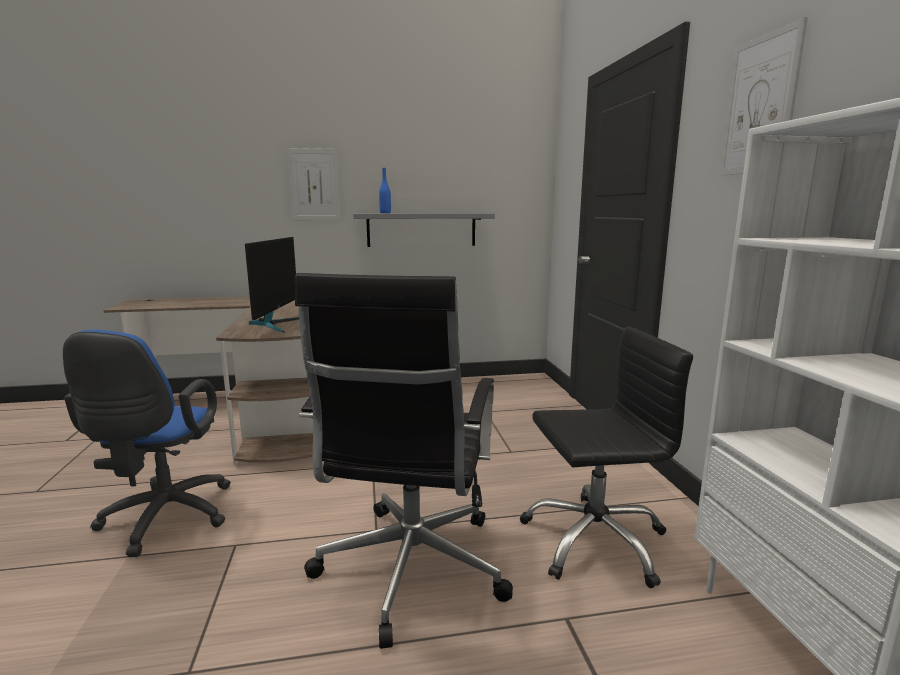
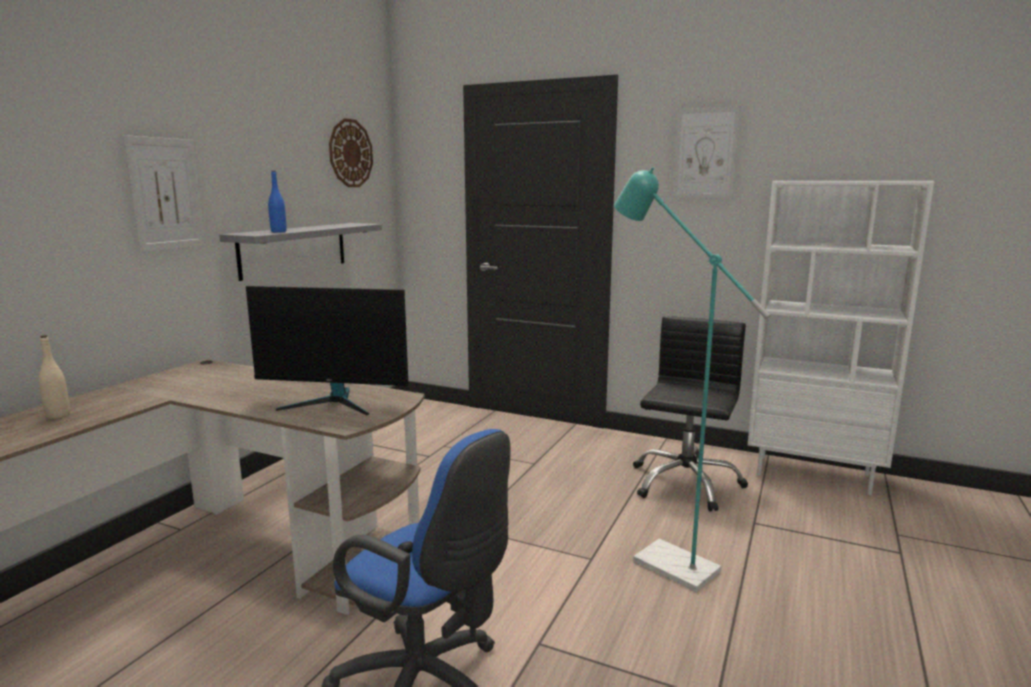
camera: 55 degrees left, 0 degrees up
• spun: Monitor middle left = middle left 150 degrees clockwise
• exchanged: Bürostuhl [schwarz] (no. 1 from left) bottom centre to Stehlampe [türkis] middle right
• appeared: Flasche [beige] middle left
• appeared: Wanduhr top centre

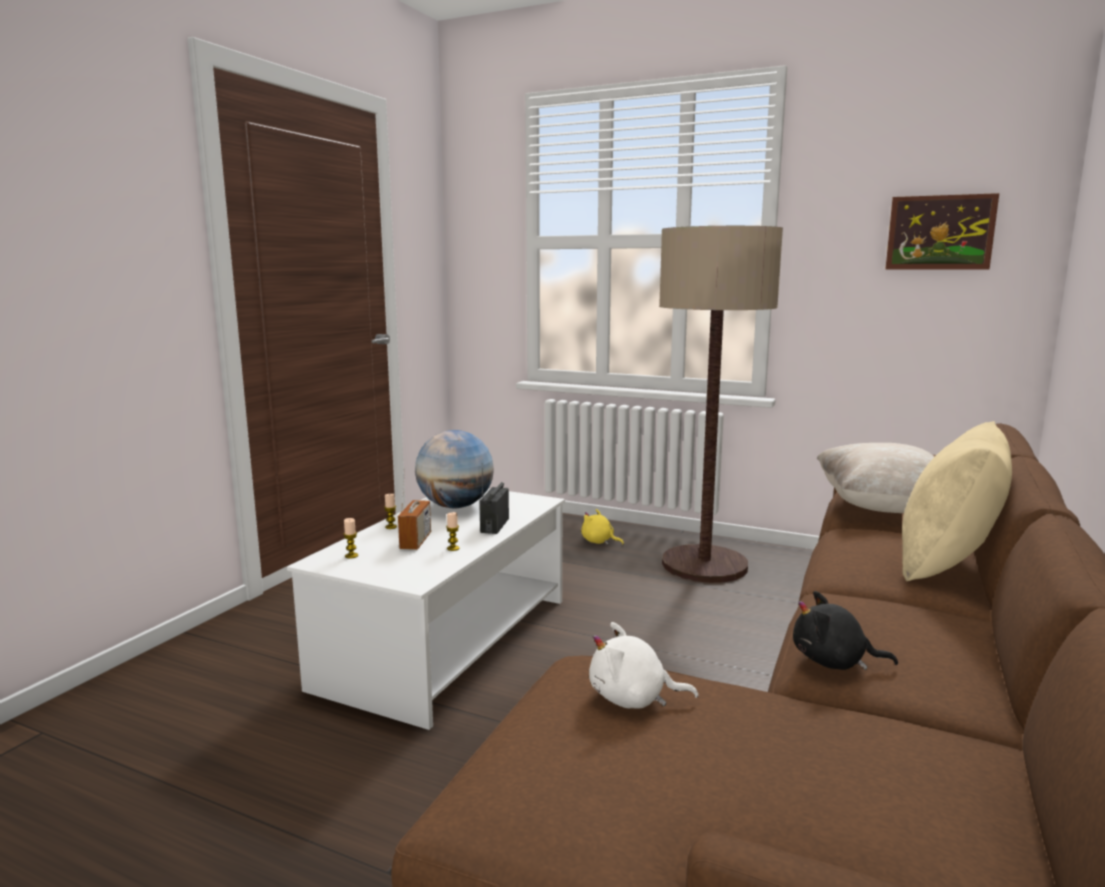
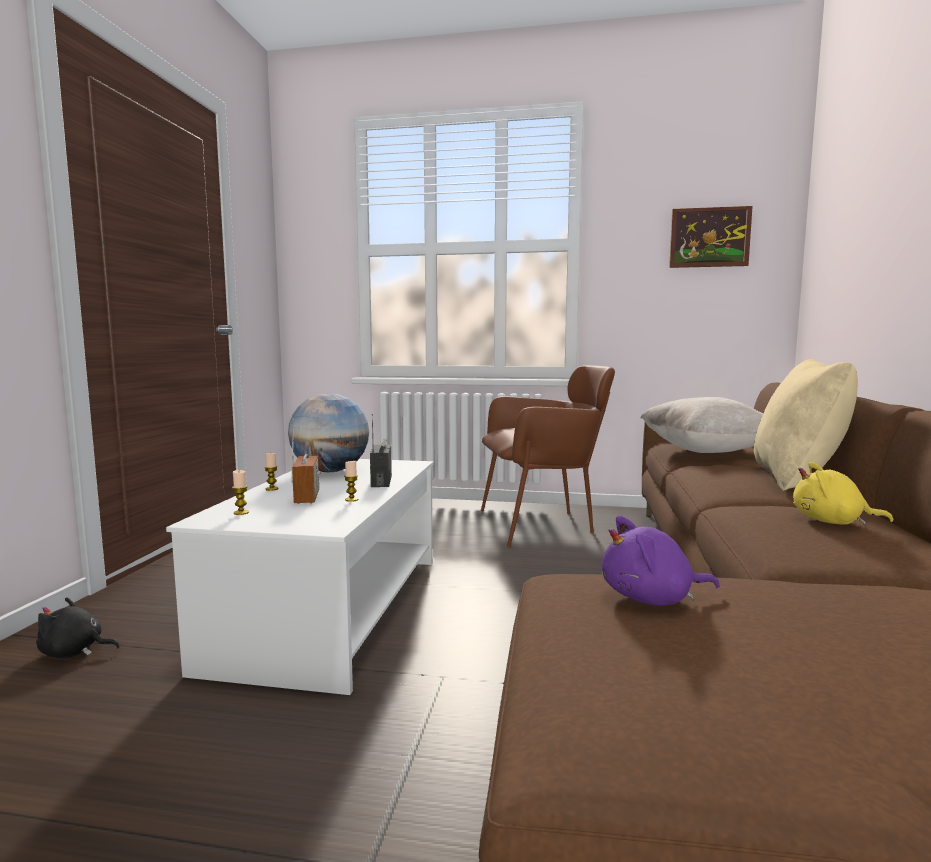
camera: 15 degrees left, 5 degrees down
• relocated: Plüschtier [gelb] centre to middle right
• colour: Plüschtier [weiß] bottom centre to Plüschtier [lila] middle right
• exchanged: Stehlampe centre to Sessel [braun] centre
• relocated: Plüschtier [schwarz] bottom right to bottom left

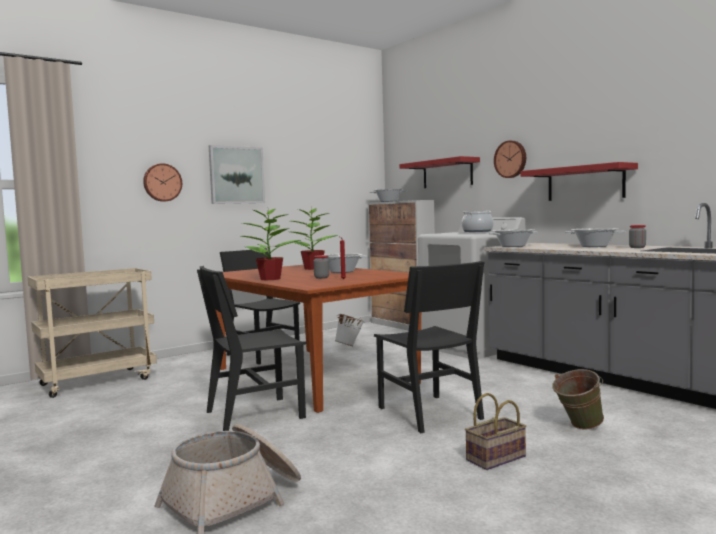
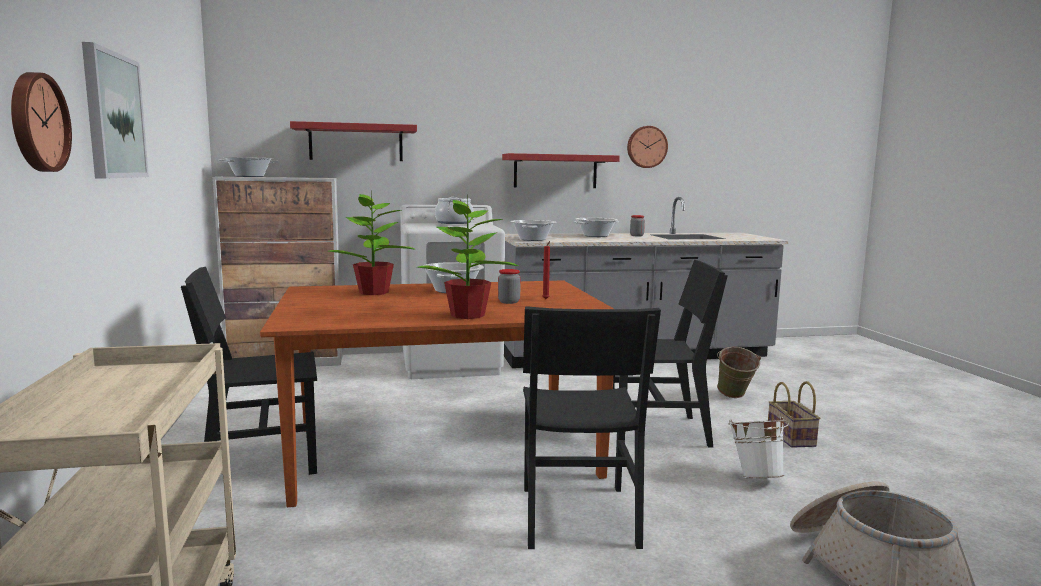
camera: 65 degrees left, 5 degrees up
• relocated: Eimer [weiß] centre to bottom right
• relocated: Wanduhr (no. 2 from left) top right to top centre

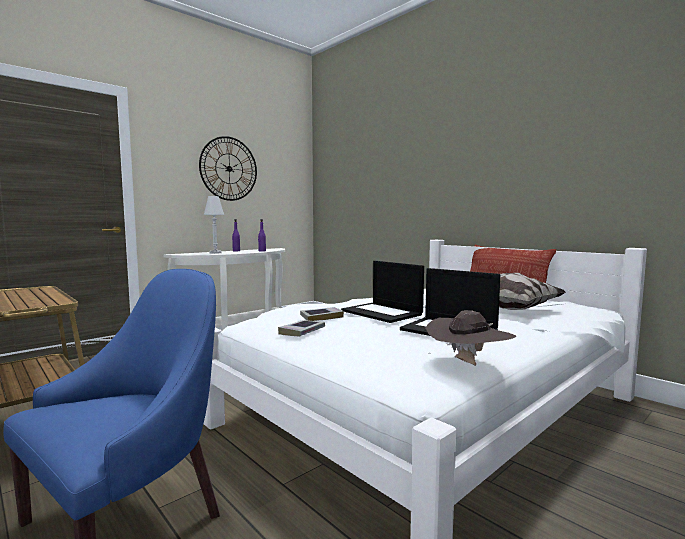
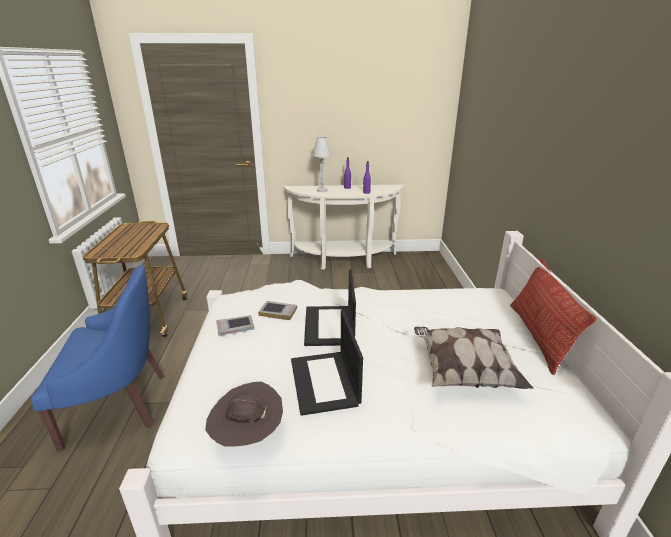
camera: 40 degrees right, 20 degrees up
• missing: Wanduhr top left

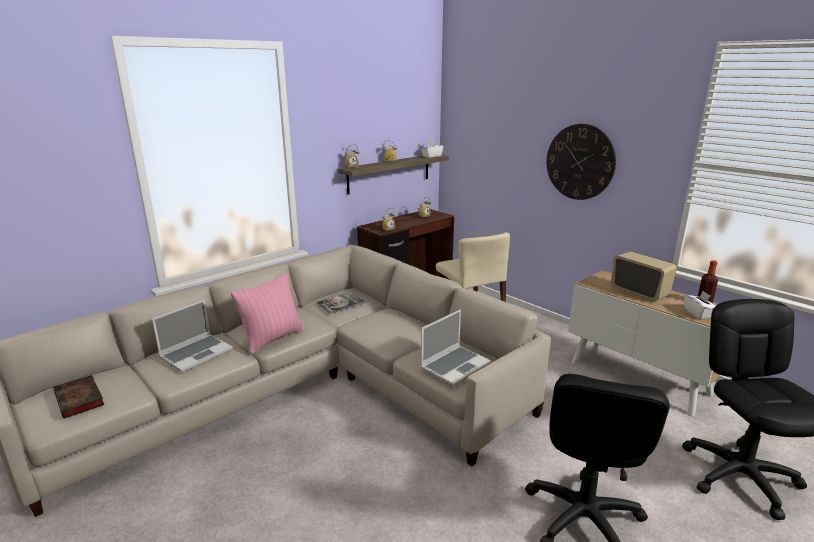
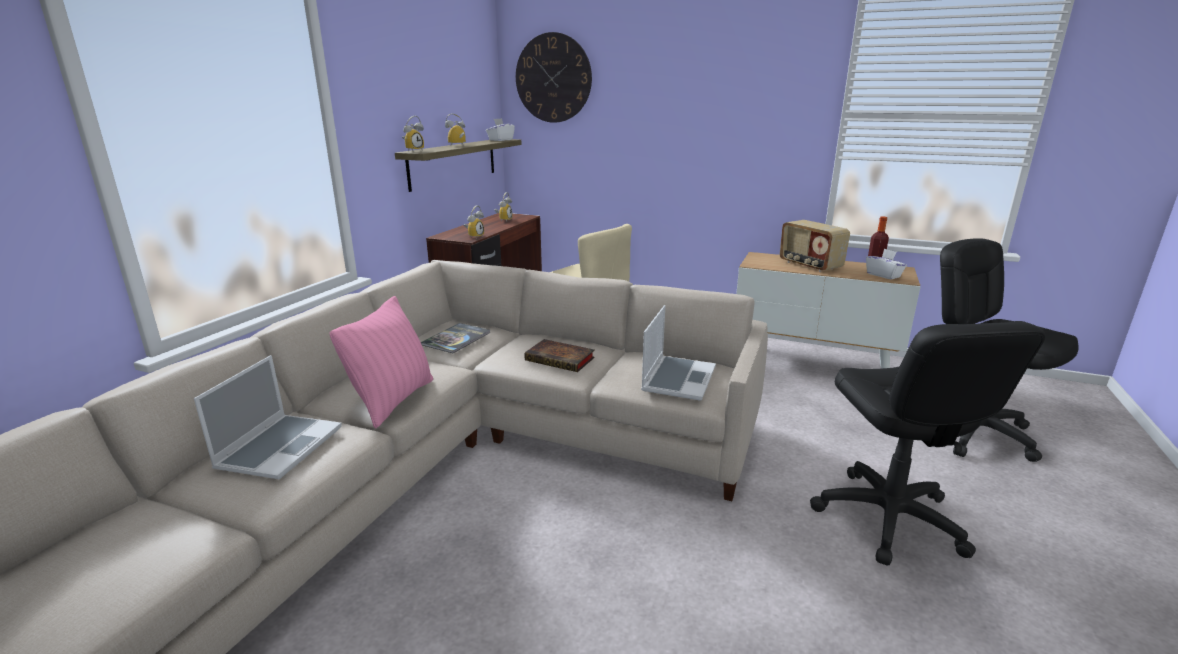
camera: 25 degrees left, 0 degrees up
• relocated: Buch (no. 1 from left in the first image) bottom left to Buch (no. 2 from left) centre
• relocated: Wanduhr top right to top centre
• spun: Radio middle right = middle right 150 degrees counterclockwise

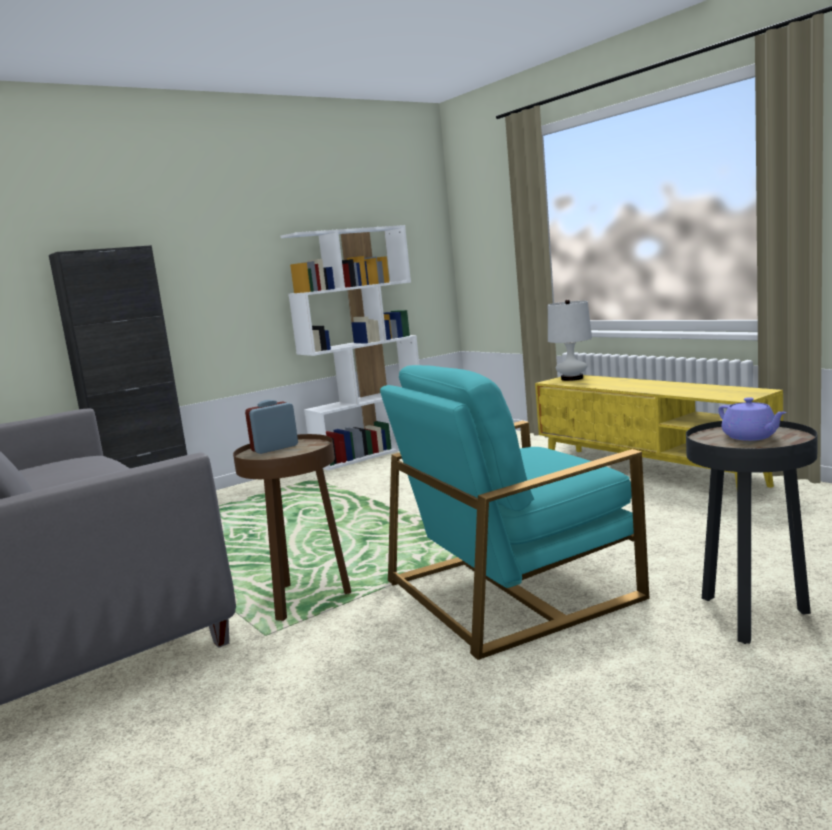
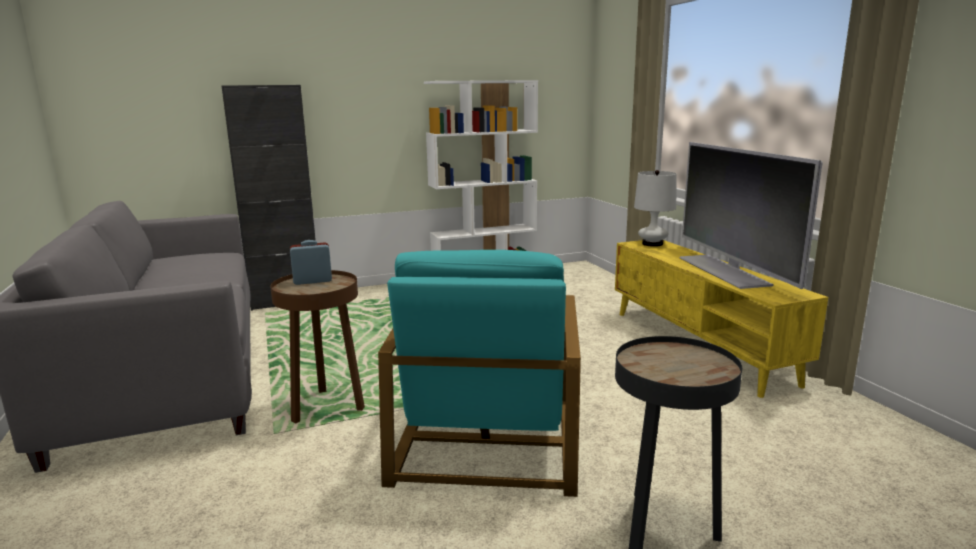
camera: 15 degrees right, 5 degrees up
• spun: Sessel [türkis] centre = bottom centre 75 degrees counterclockwise
• missing: Teekanne [lila] middle right
• appeared: Fernseher middle right

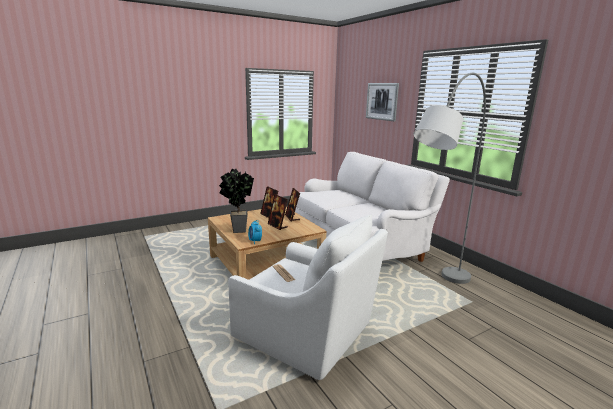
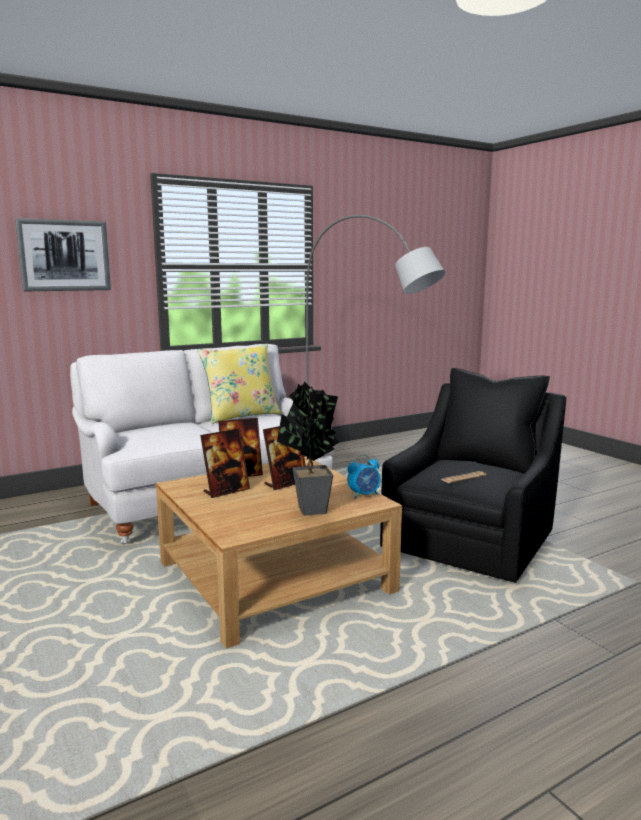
camera: 90 degrees left, 5 degrees down
• colour: Sessel [weiß] bottom centre to Sessel [schwarz] middle right
• appeared: Kissen [gelb] centre

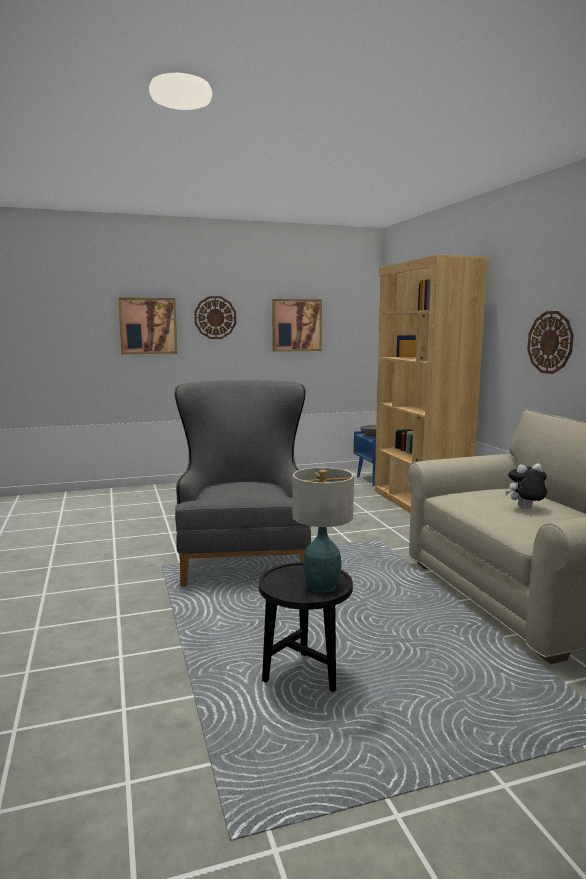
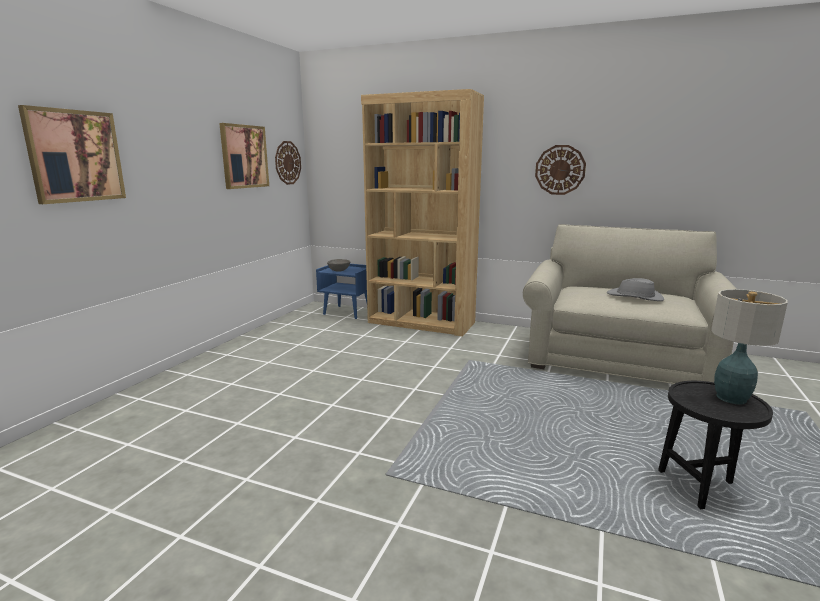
camera: 50 degrees left, 5 degrees up
• missing: Sessel [grau] centre
• relocated: Wanduhr (no. 1 from left) centre to top centre
• exchanged: Plüschtier middle right to Hut [grau] middle right

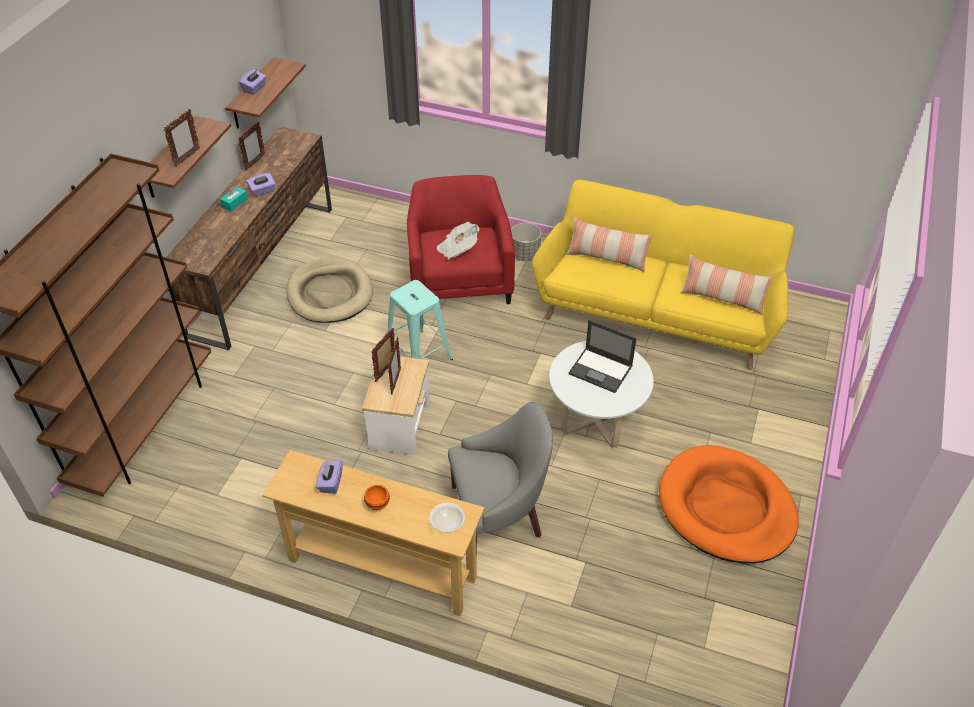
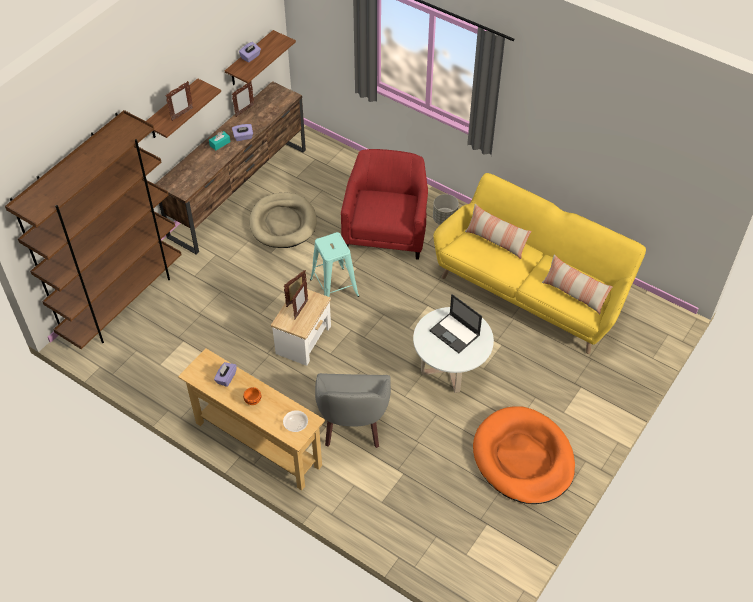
camera: 15 degrees right, 5 degrees up
• missing: Zeitung centre
• spun: Sessel [grau] bottom centre = bottom centre 90 degrees clockwise

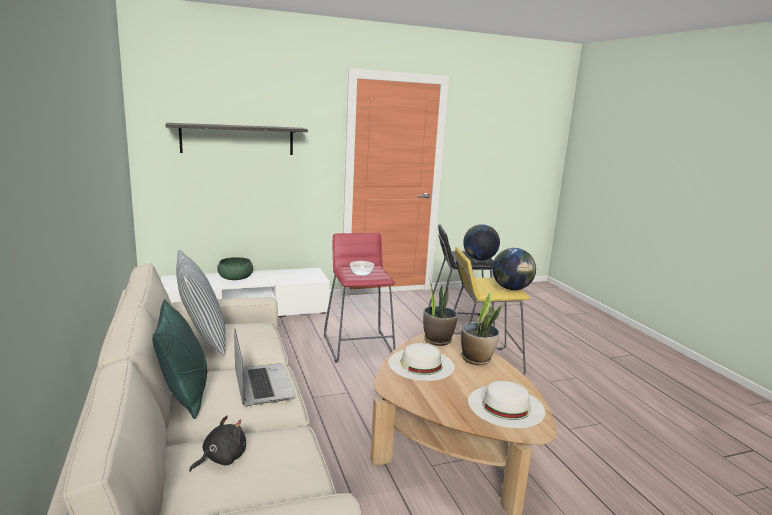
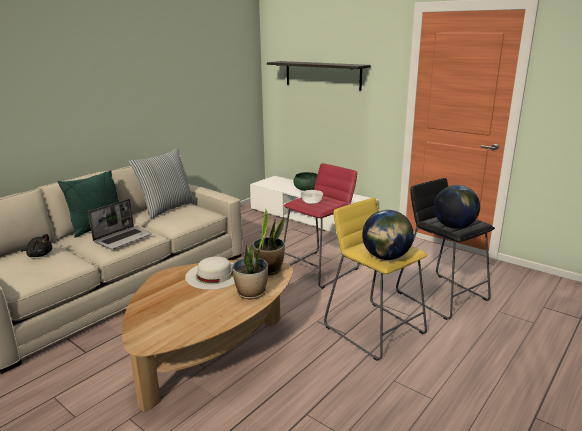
camera: 60 degrees right, 5 degrees up
• missing: Hut [weiß] (no. 2 from left) bottom centre

